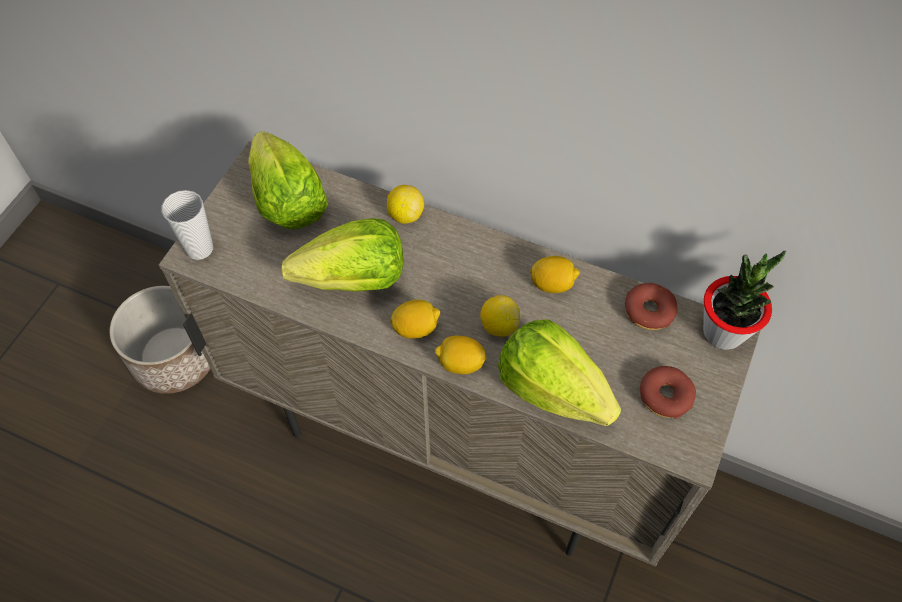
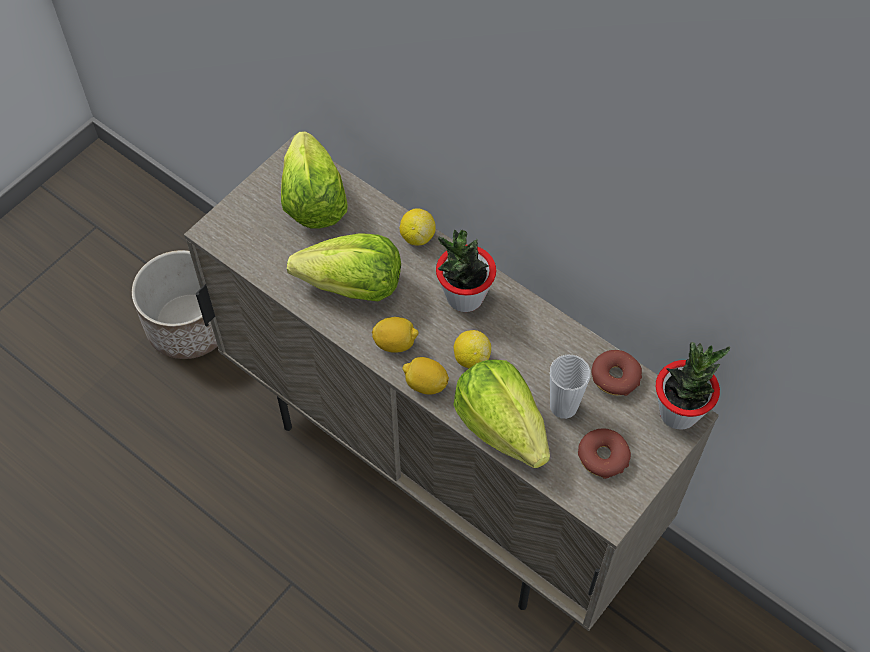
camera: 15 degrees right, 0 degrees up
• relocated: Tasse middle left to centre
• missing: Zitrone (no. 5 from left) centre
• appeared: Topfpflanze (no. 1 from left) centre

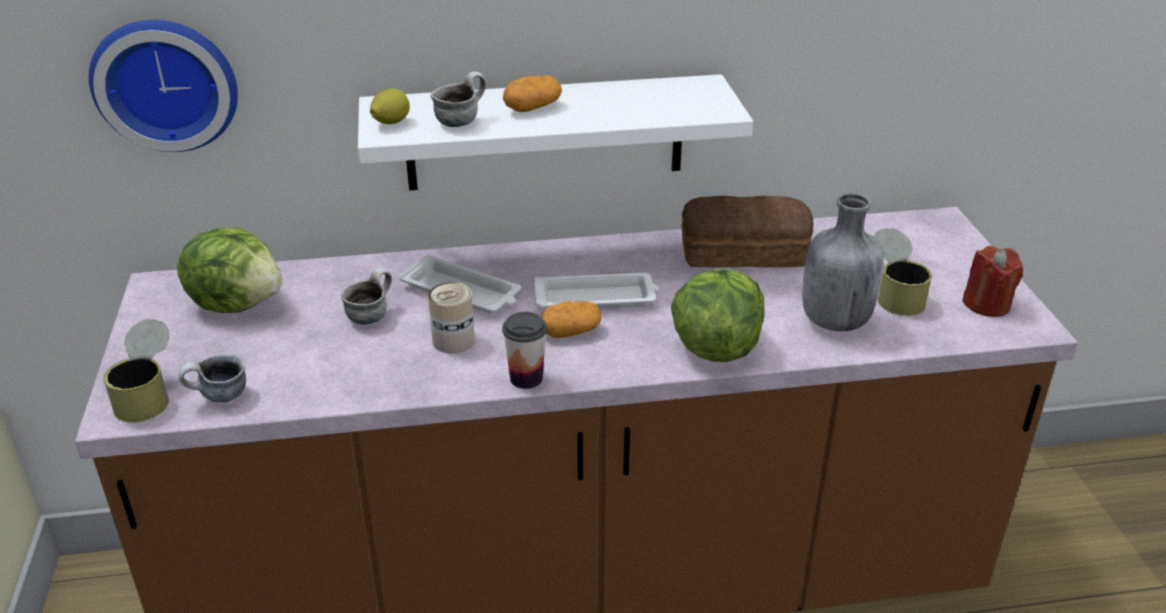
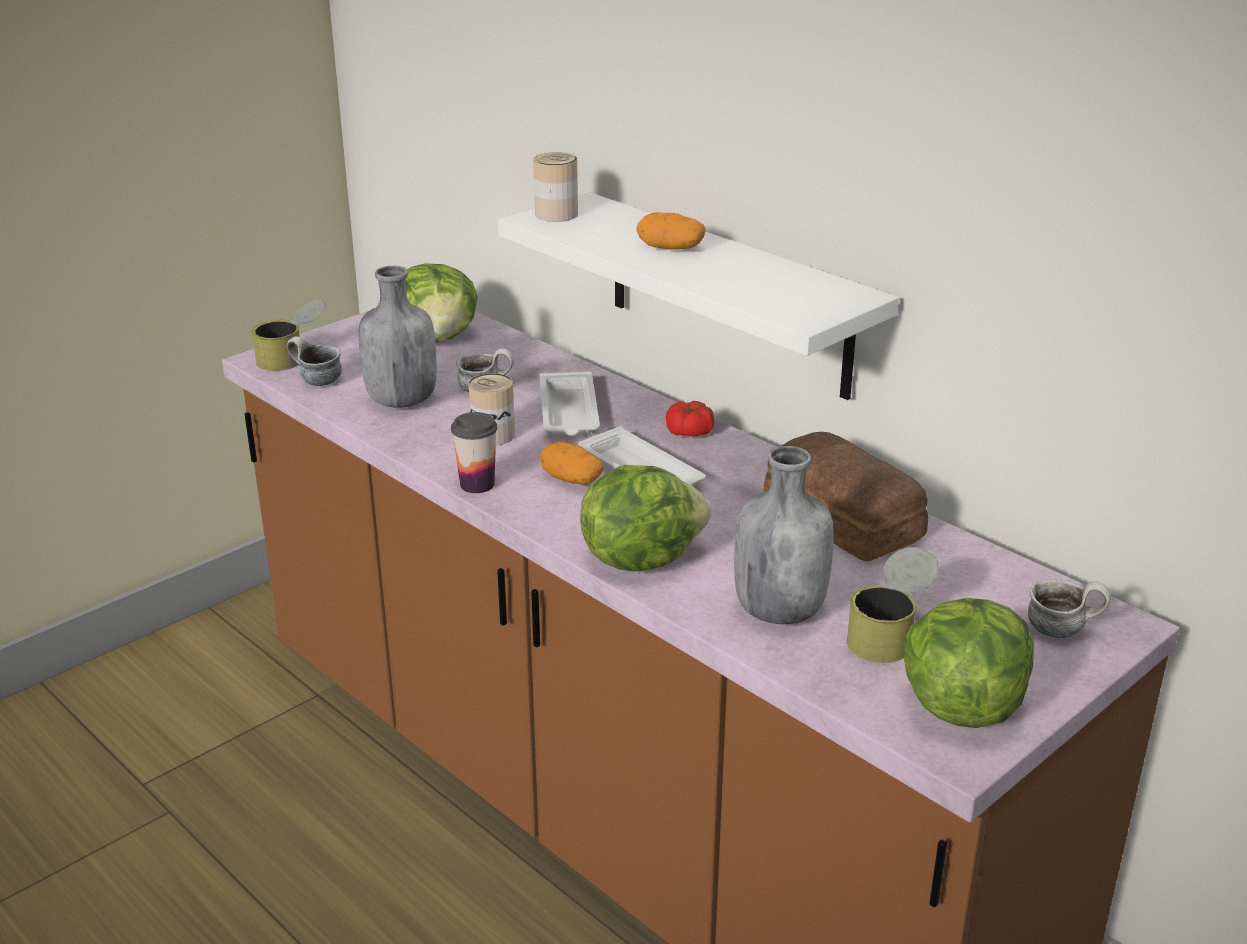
camera: 55 degrees right, 5 degrees down
• missing: Wanduhr top left
• exchanged: Zitrone top centre to Dose (no. 3 from left) top centre
• relocated: Henkelbecher (no. 3 from left) top centre to middle right
• exchanged: Kerze [rot] middle right to Salatkopf (no. 3 from left) bottom right
• appeared: Flasche [grau] (no. 1 from left) middle left
• appeared: Tomate centre

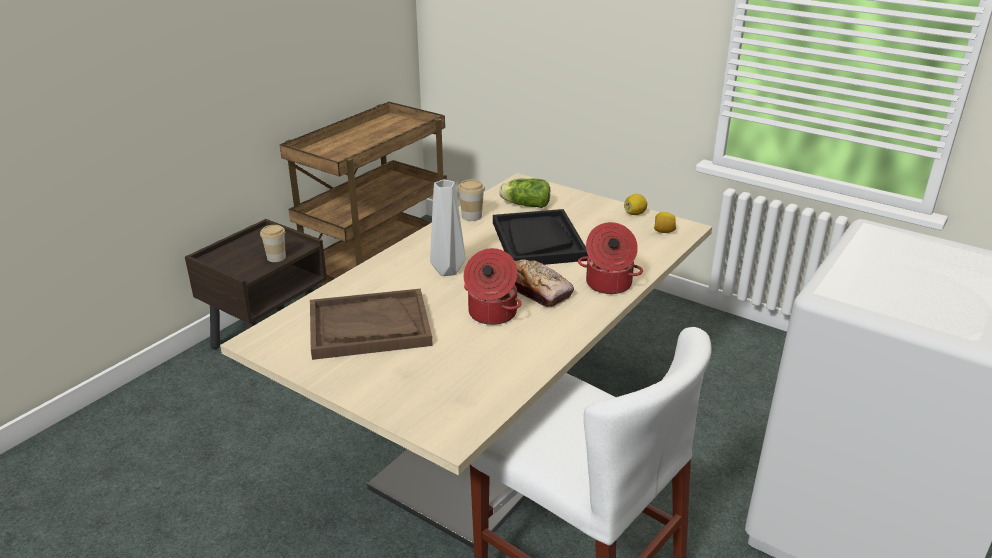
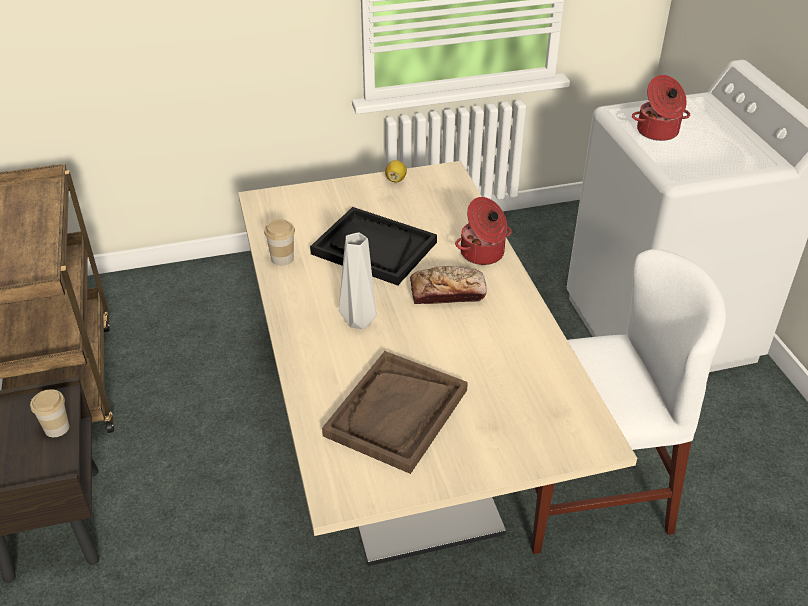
camera: 50 degrees left, 10 degrees up
• relocated: Kochtopf (no. 1 from left in the first image) centre to Kochtopf (no. 2 from left) top right
• missing: Salatkopf centre
• missing: Zitrone (no. 2 from left) middle right

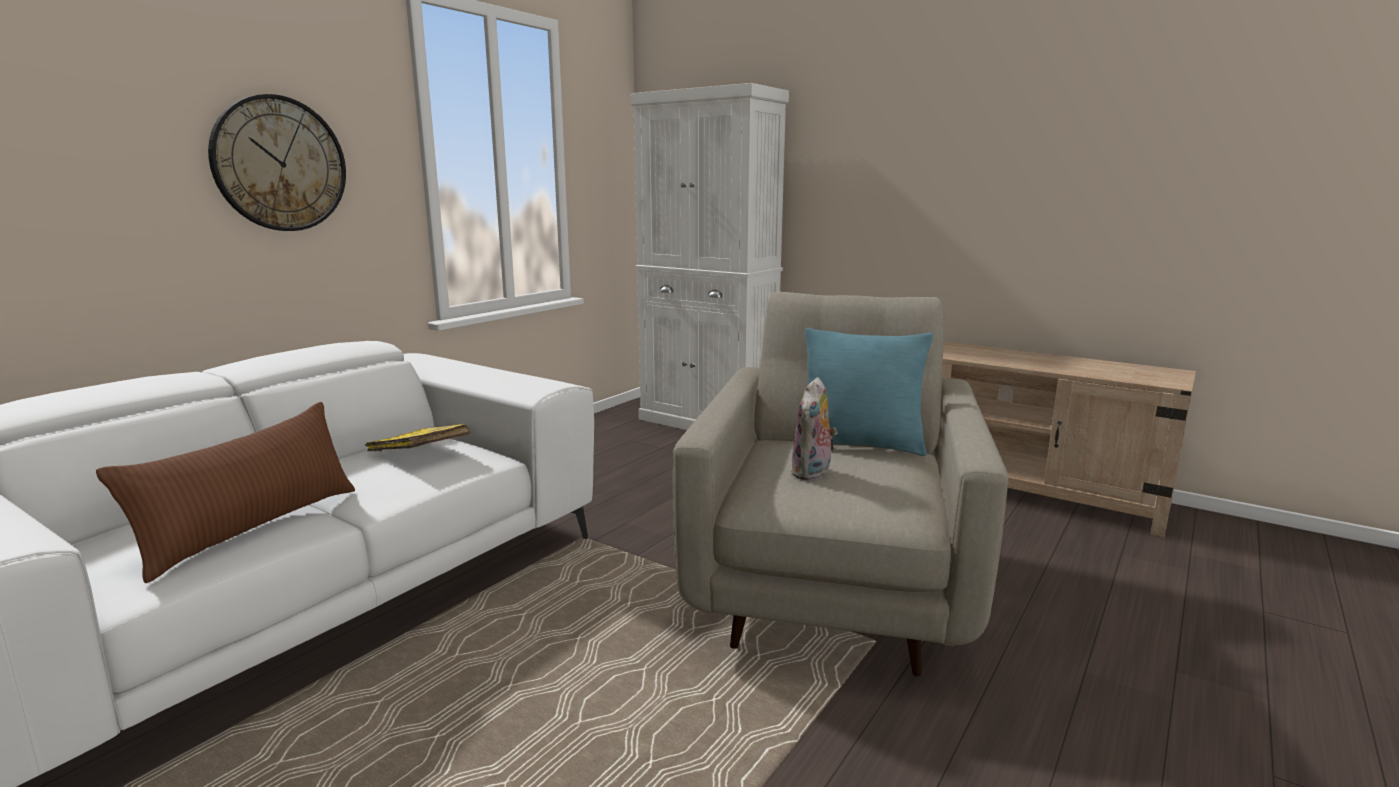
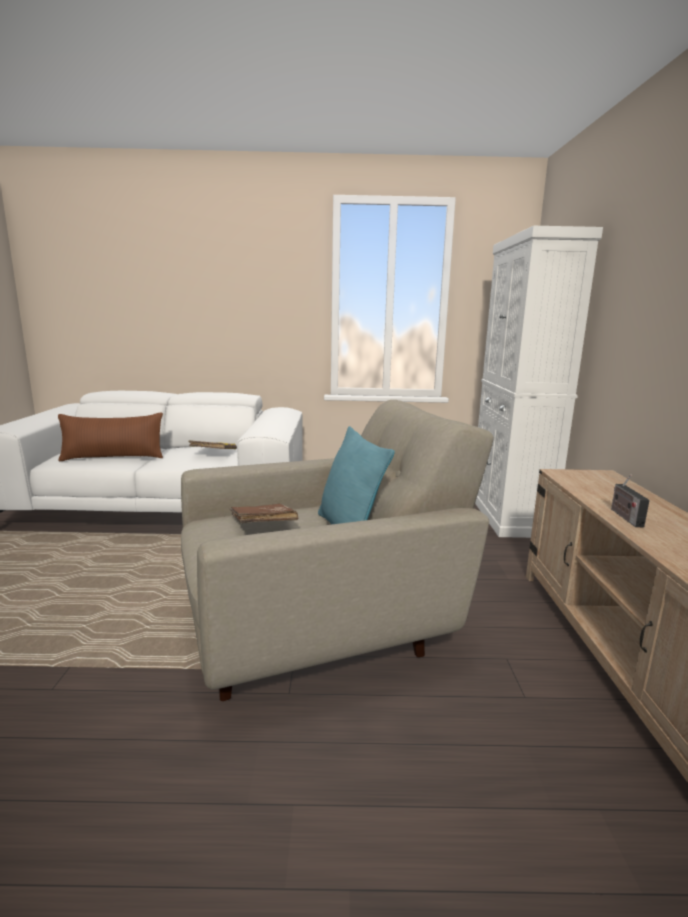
camera: 55 degrees right, 0 degrees up
• missing: Wanduhr top left
• exchanged: Plüschtier centre to Buch [braun] centre
• appeared: Radio middle right

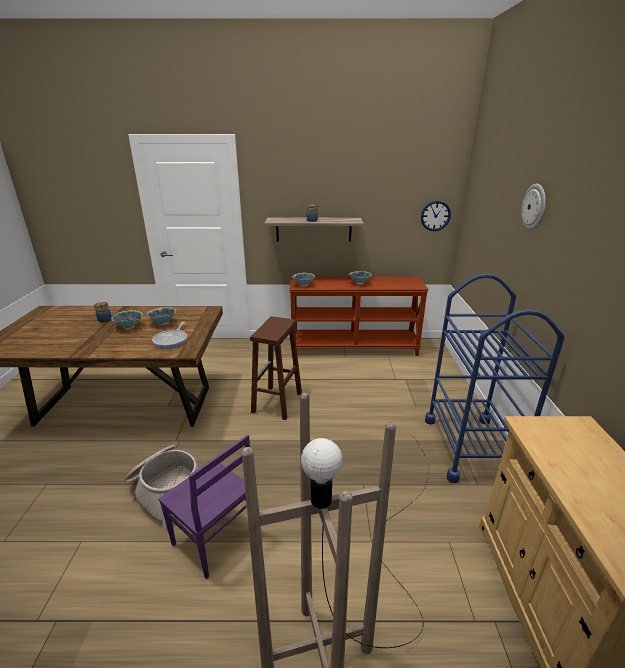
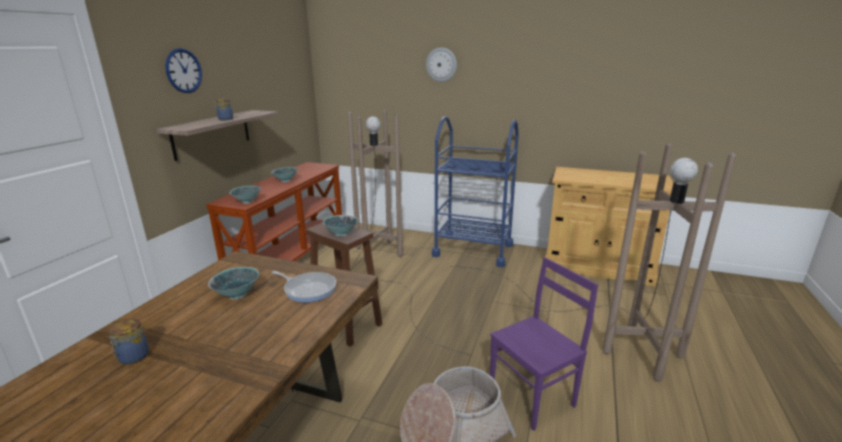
camera: 70 degrees left, 5 degrees down
• relocated: Schüssel (no. 1 from left in the first image) middle left to Schüssel (no. 4 from left) centre
• relocated: Wanduhr (no. 1 from left) top right to top left
• appeared: Stehlampe [braun] (no. 1 from left) centre

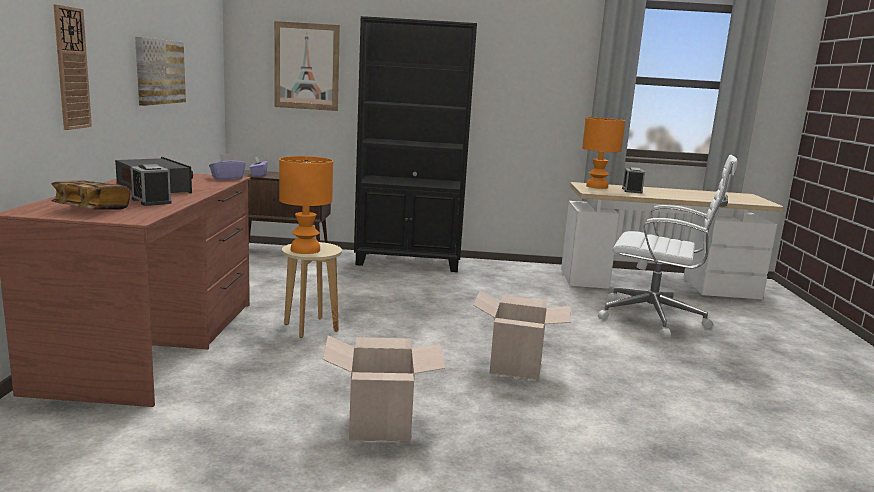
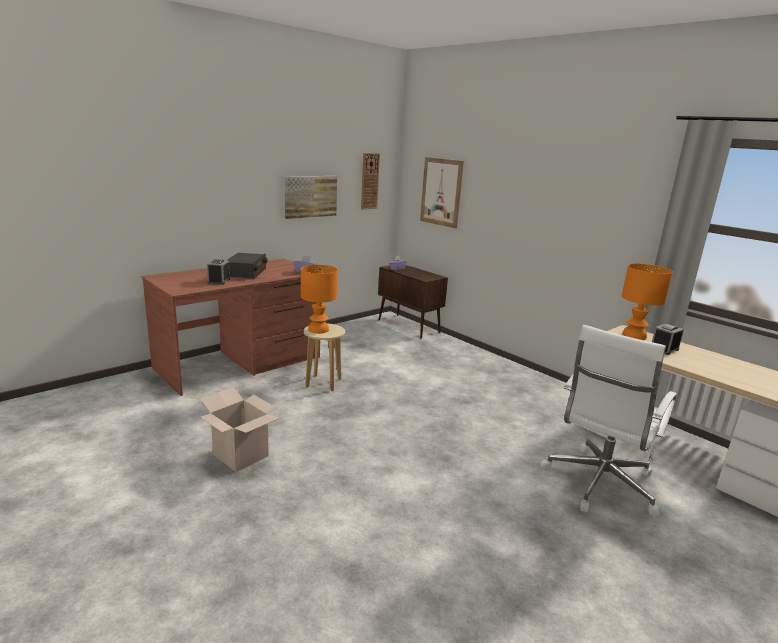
camera: 45 degrees right, 5 degrees up
• missing: Buch middle left
• relocated: Wanduhr top left to top centre
• missing: Bücherregal [schwarz] top centre
• missing: Karton (no. 2 from left) bottom centre
• spun: Bürostuhl [weiß] middle right = middle right 60 degrees clockwise

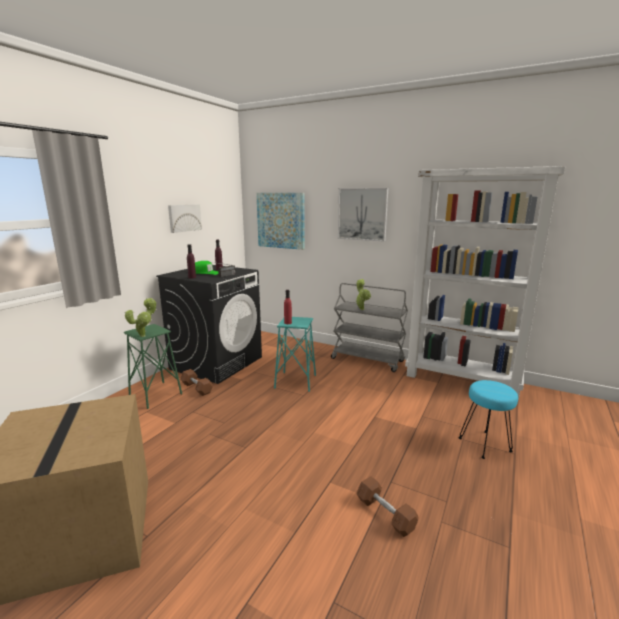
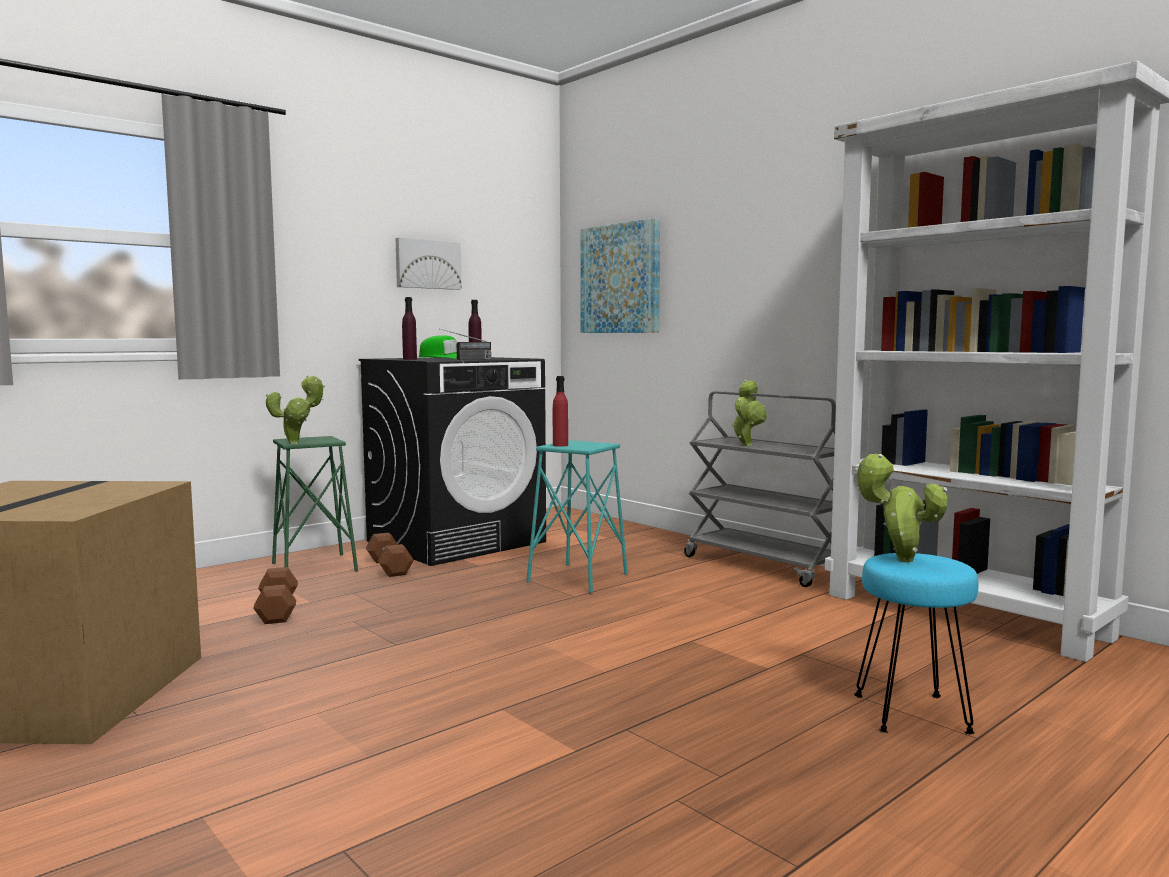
camera: 20 degrees right, 10 degrees down
• missing: Bild (no. 3 from left) centre
• relocated: Hantel [braun] (no. 2 from left in the first image) bottom centre to Hantel [braun] (no. 1 from left) bottom left
• appeared: Topfpflanze (no. 3 from left) middle right

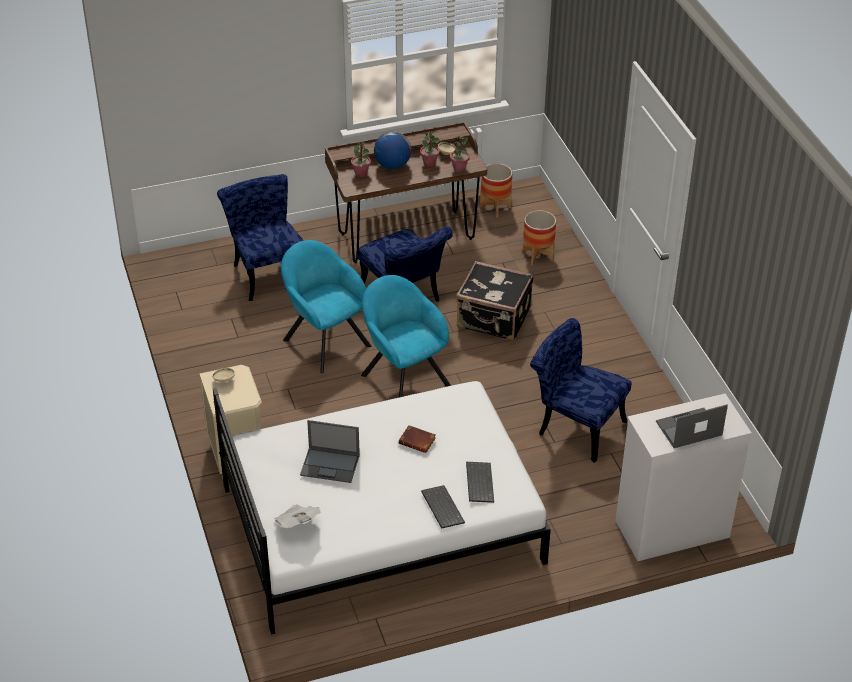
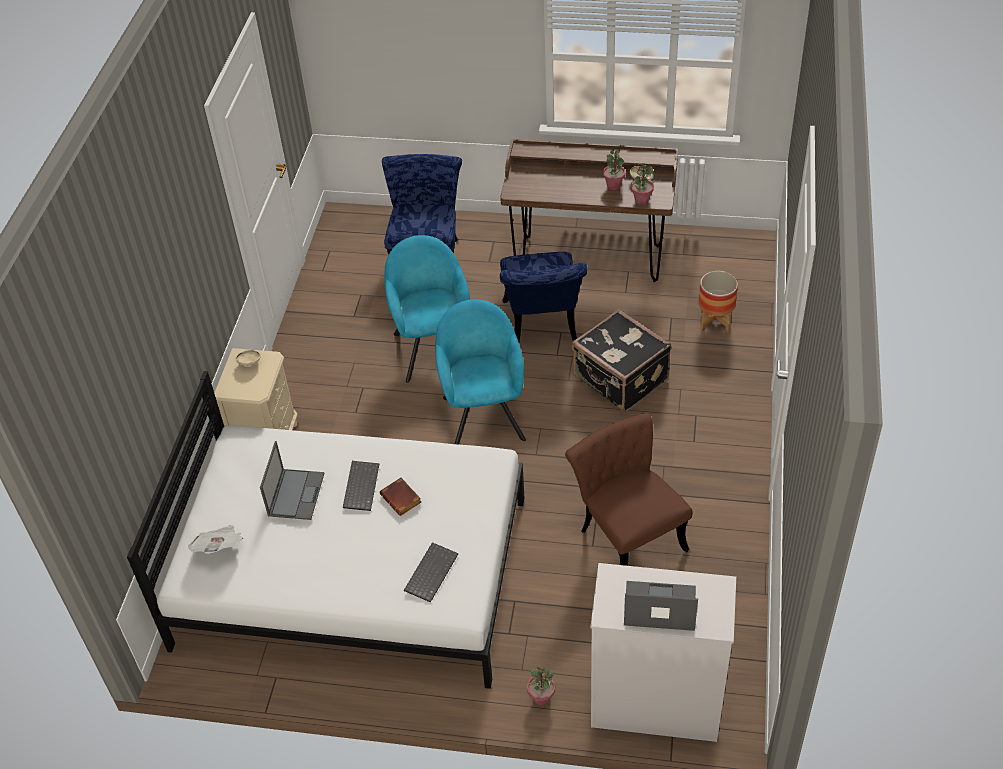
camera: 30 degrees right, 5 degrees up
• spun: Laptop (no. 1 from left) centre = middle left 120 degrees counterclockwise
• relocated: Topfpflanze (no. 1 from left) top centre to bottom centre
• missing: Globus top centre
• relocated: Tastatur (no. 1 from left) bottom centre to centre
• missing: Pflanzkübel (no. 1 from left) top centre
• colour: Stuhl [blau] (no. 3 from left) middle right to Stuhl [braun] centre

